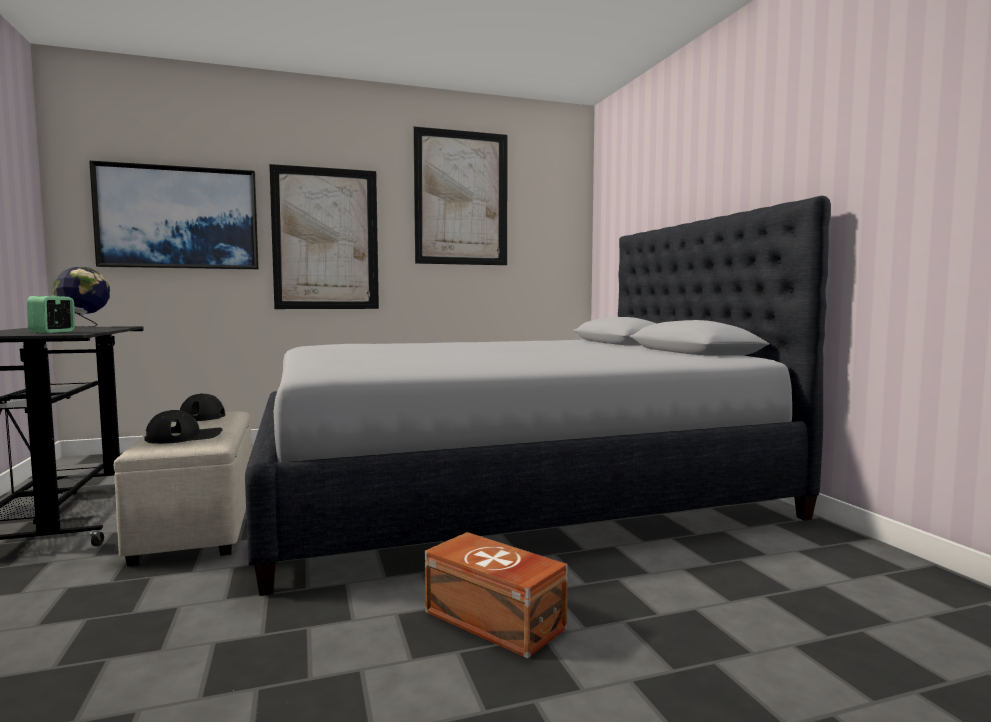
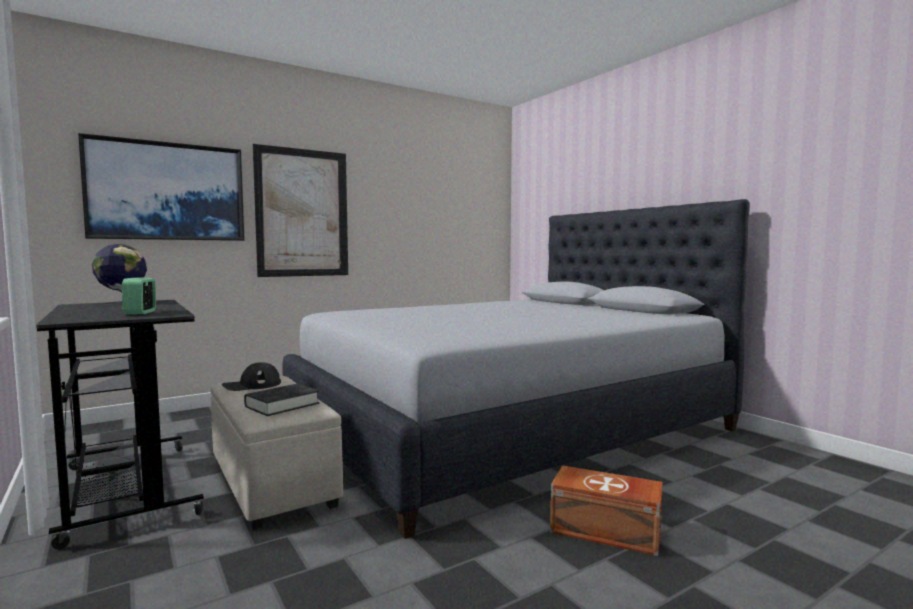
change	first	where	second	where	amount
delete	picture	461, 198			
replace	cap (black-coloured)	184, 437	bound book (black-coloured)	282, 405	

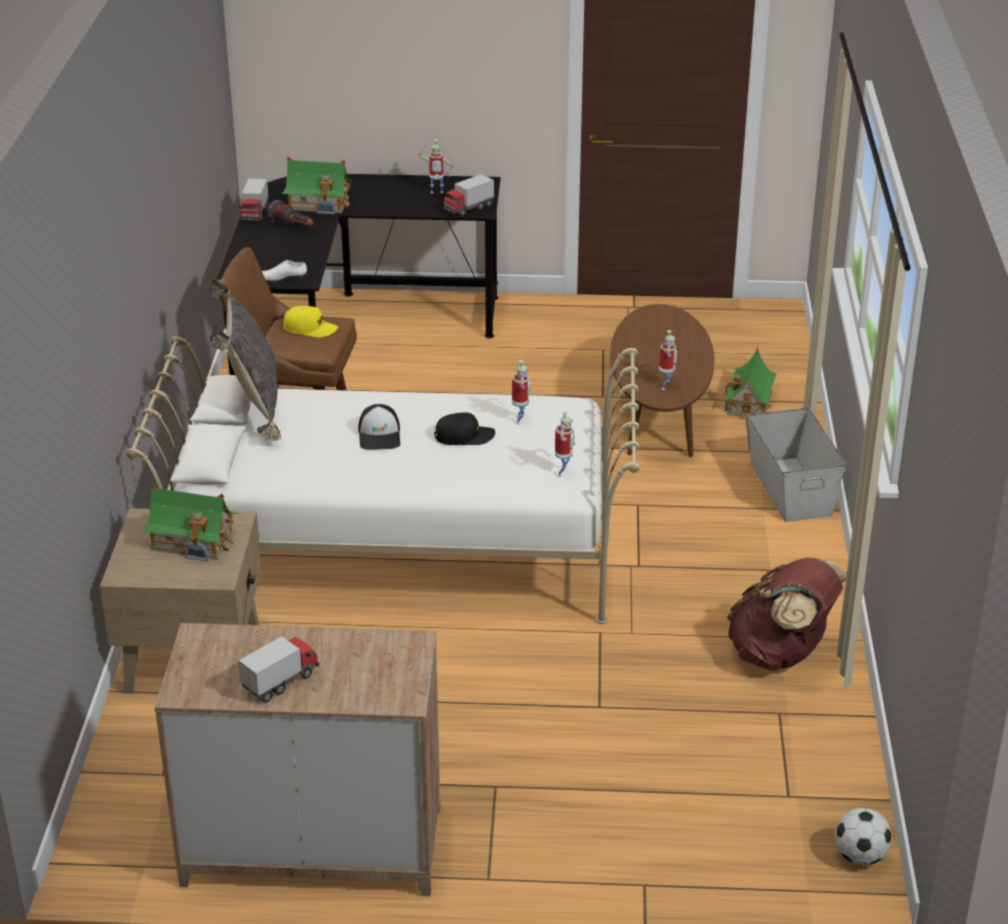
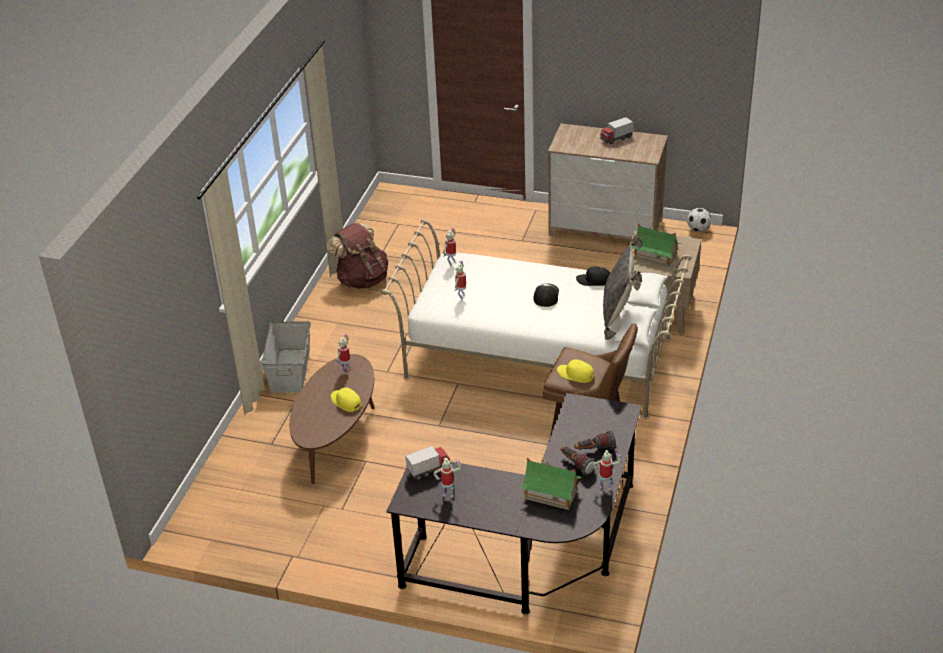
change	first	where	second	where	amount
replace	toy truck	255, 214	robot figure	605, 487	
delete	low shoe (white-coloured)	281, 277			
delete	miniature house	749, 403			
move	cap (black-coloured)	464, 436		594, 280	
move	football	859, 857		698, 229	
insert			cap (yellowish)	346, 402	
insert			flashlight	594, 449	

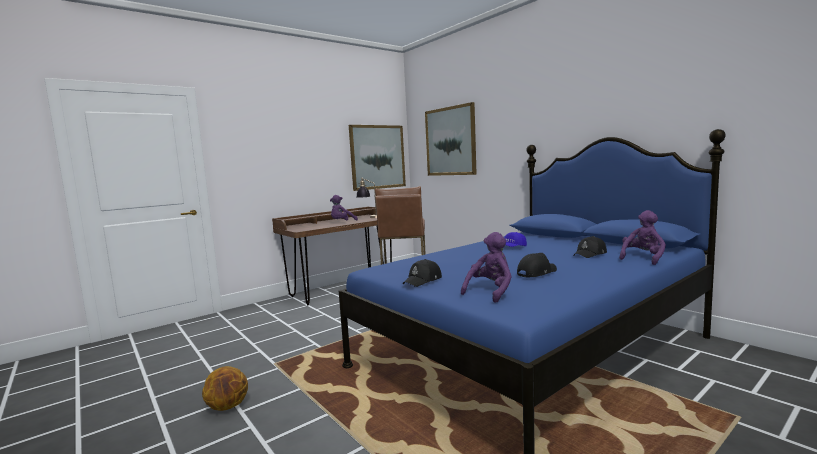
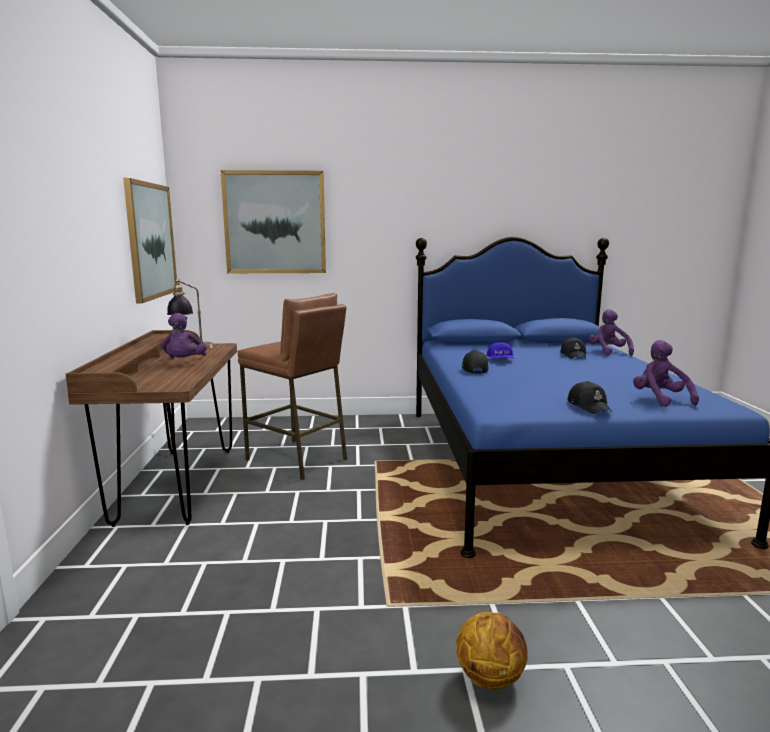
change	first	where	second	where	amount
move	cap (black-coloured)	536, 273		474, 369	

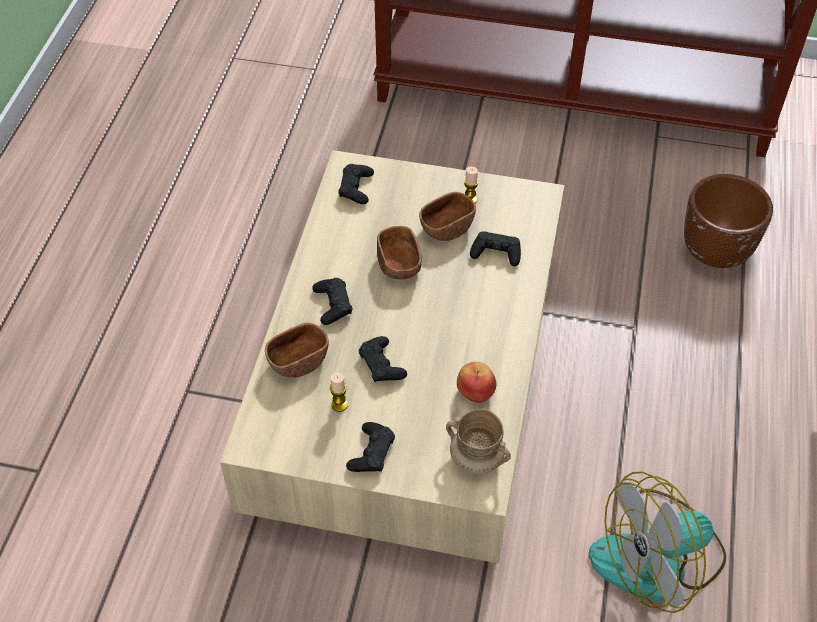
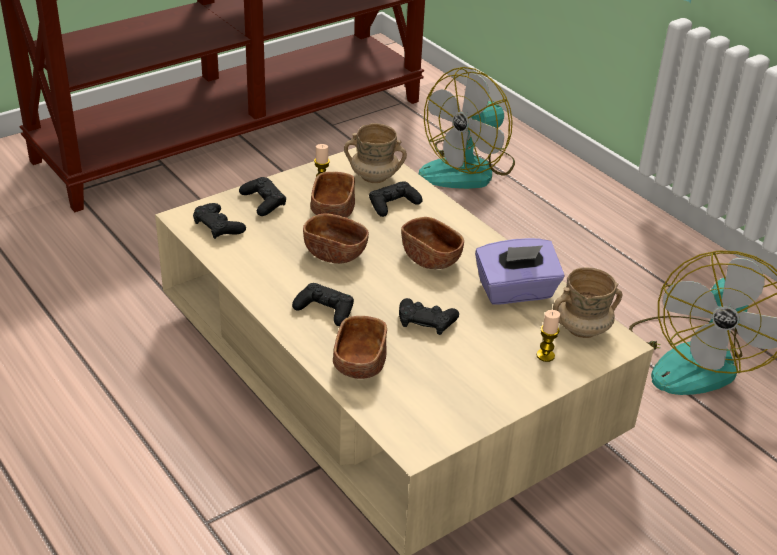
change	first	where	second	where	amount
replace	planter (brown)	715, 253	electric fan	469, 169	
replace	apple fruit	476, 391	tissue box (purplish)	516, 291	
move	wax light	339, 404		545, 355	
move	game controller (black-coloured)	371, 452		263, 202	
insert			mug (beige)	374, 177	
insert			serving bowl (brown)	430, 258	

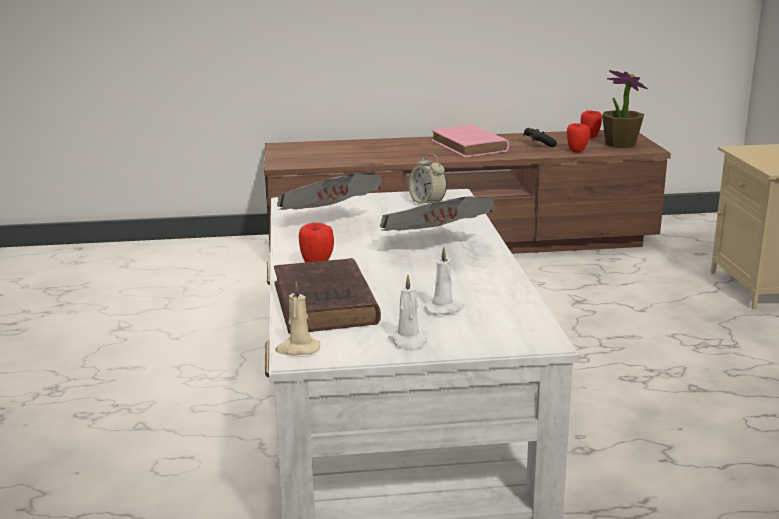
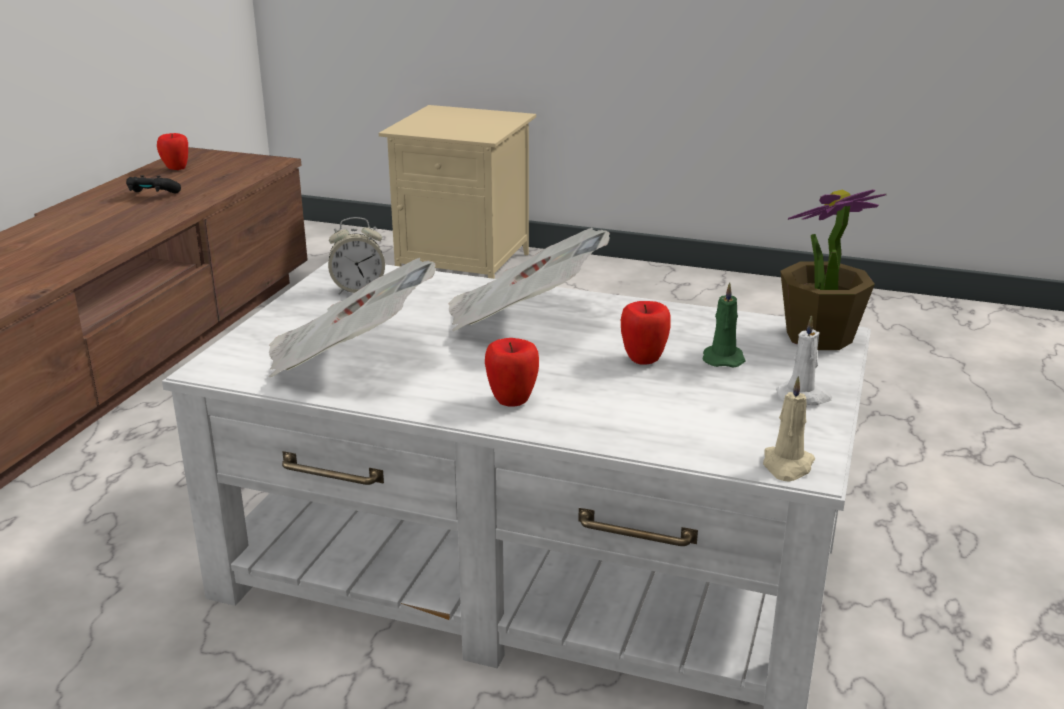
change	first	where	second	where	amount
move	potted plant	620, 144		818, 337	
move	apple fruit	577, 151		643, 359	
delete	bound book (pink)	470, 147			
recolor	wax light (white-coloured)	445, 309	wax light (green-coloured)	722, 358	
delete	bound book (brown)	325, 305			

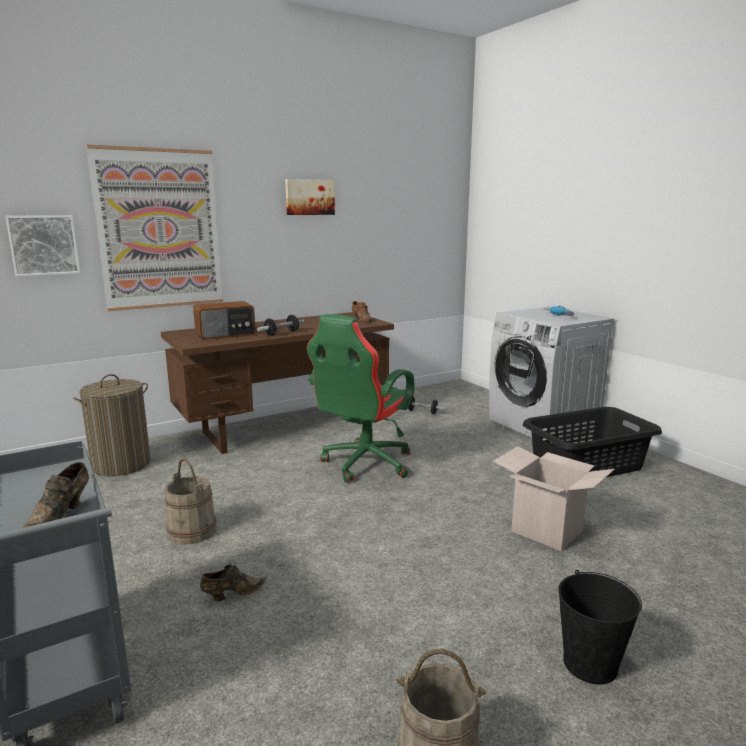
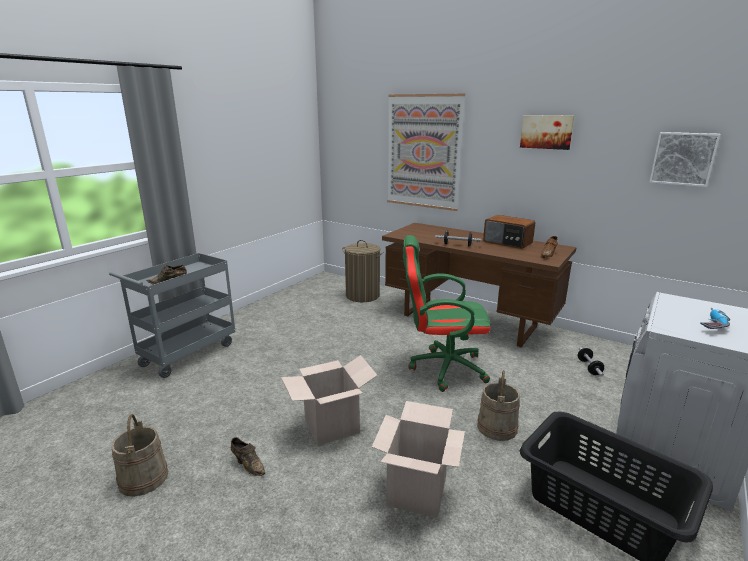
change	first	where	second	where	amount
move	picture	44, 245		683, 158	
move	radio set	226, 334		507, 242	
move	water bucket (beige)	192, 531		497, 427	
move	low shoe (brown)	232, 594		248, 465	
delete	water bucket (black-coloured)	589, 664			
insert			carton	331, 426	

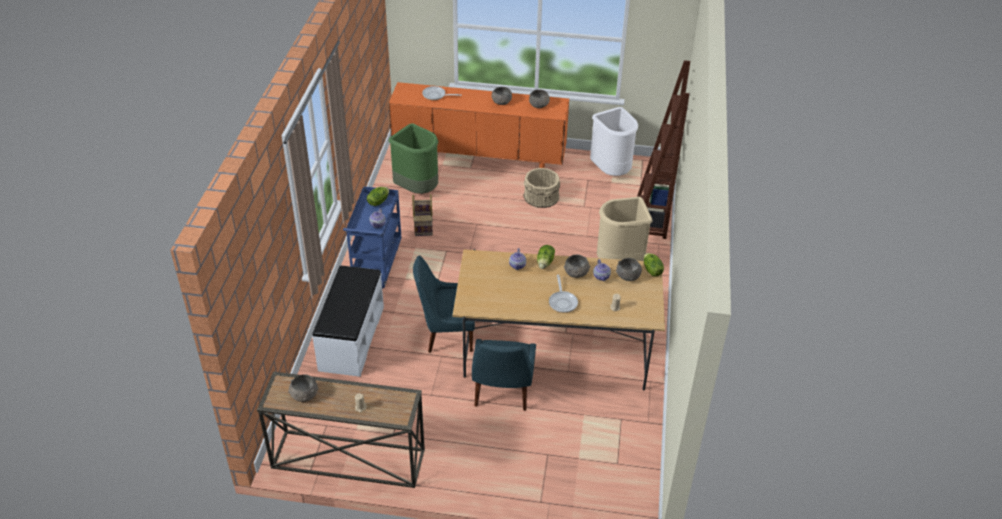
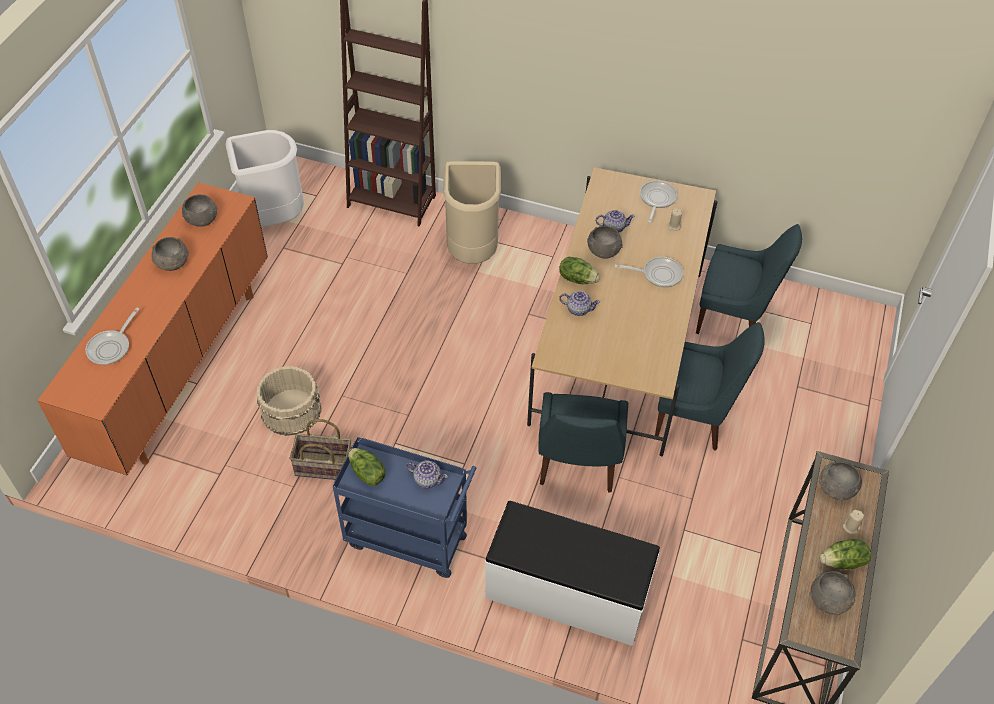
change	first	where	second	where	amount
delete	waste bin (green-coloured)	417, 189			
move	water bucket (beige)	541, 196		291, 410	
move	head of lettuce	651, 270		843, 562	
move	serving bowl (gray)	628, 276		836, 488	
insert			skillet	656, 200	
insert			plain chair (blue-coloured)	734, 318	

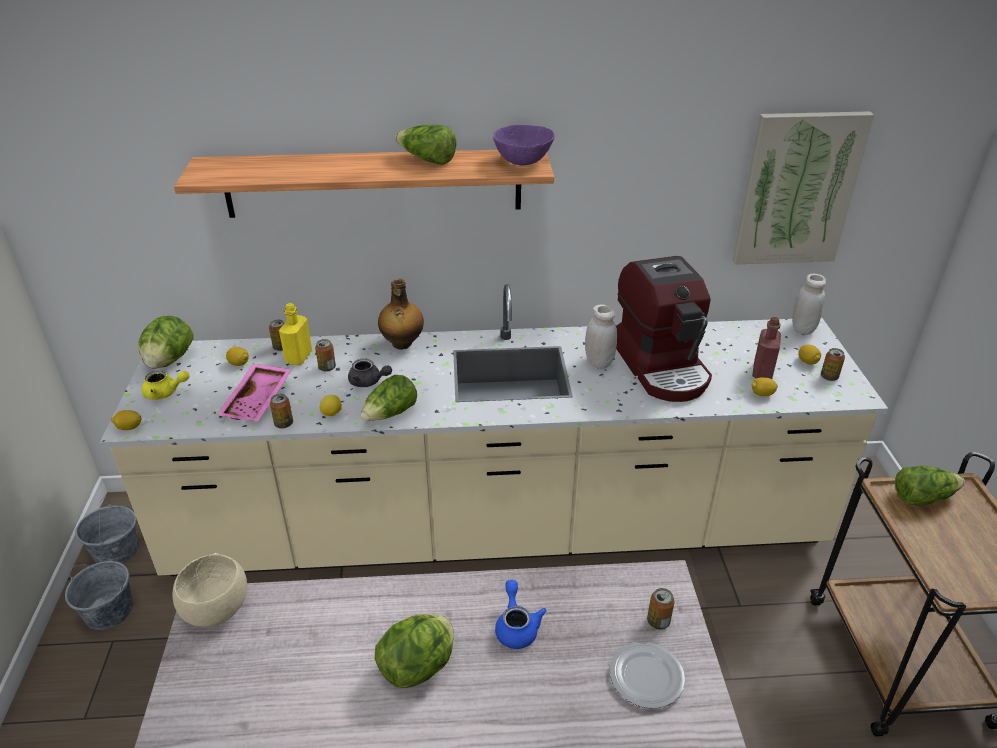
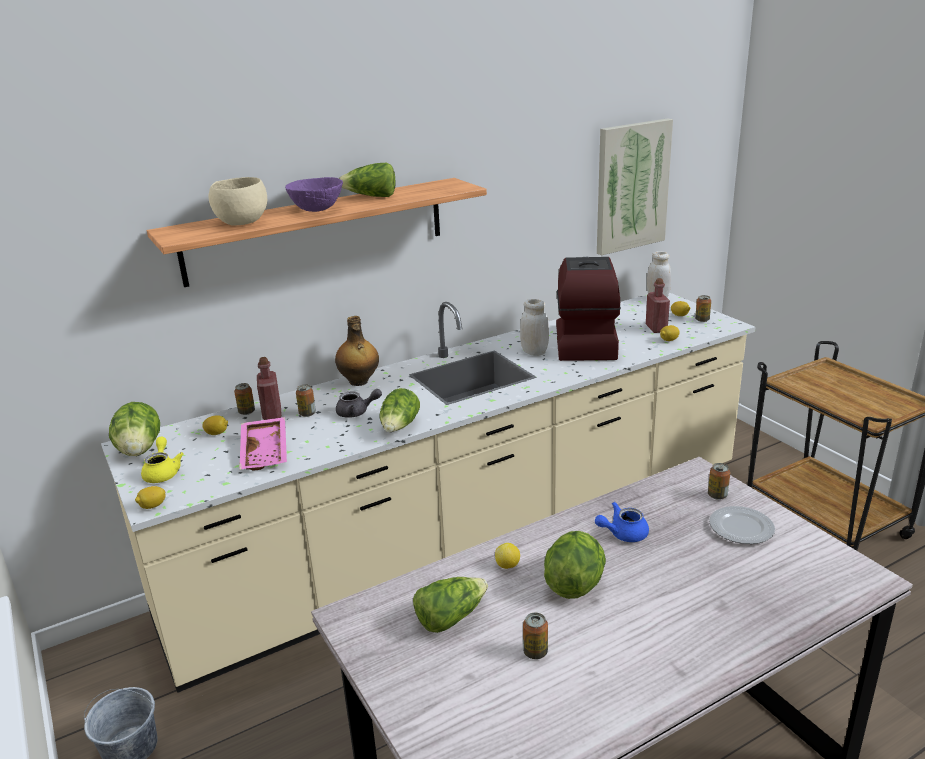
change	first	where	second	where	amount
move	serving bowl (purplish)	523, 161		317, 209	
rotate	coffee brewer	662, 366		584, 343	135 degrees counterclockwise
recolor	drink bottle (yellowish)	299, 357	drink bottle (red)	272, 414	
rotate	pot for tea (yellowish)	165, 393		163, 472	75 degrees counterclockwise
move	can	284, 424		535, 652	
move	lemon	332, 414		508, 566	
move	head of lettuce	922, 497		450, 617	
delete	water bucket (gray)	117, 551			
move	serving bowl (beige)	216, 611		242, 223	
rotate	pot for tea (blue-coloured)	516, 627		623, 534	75 degrees counterclockwise

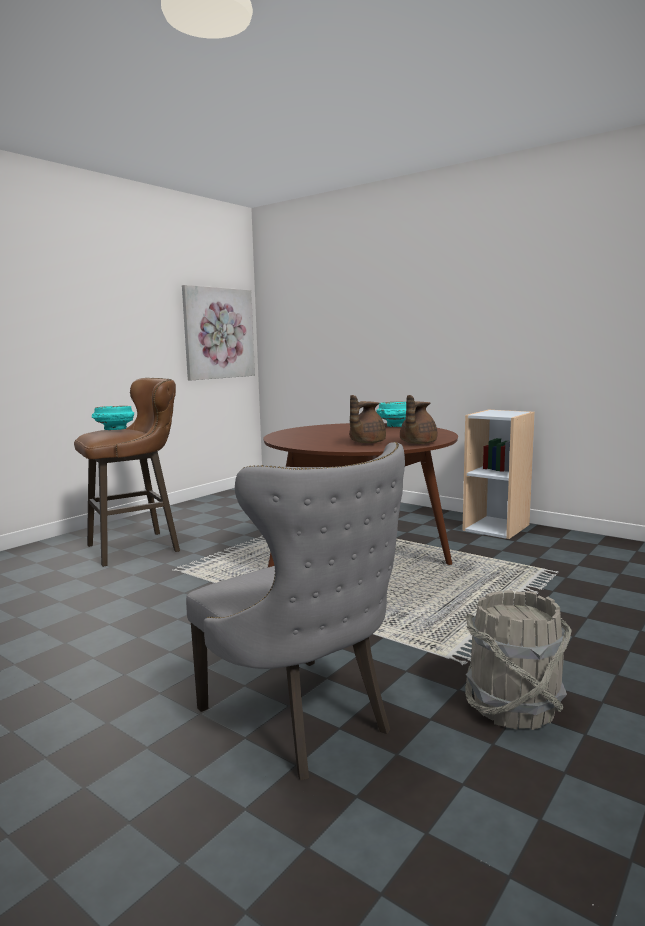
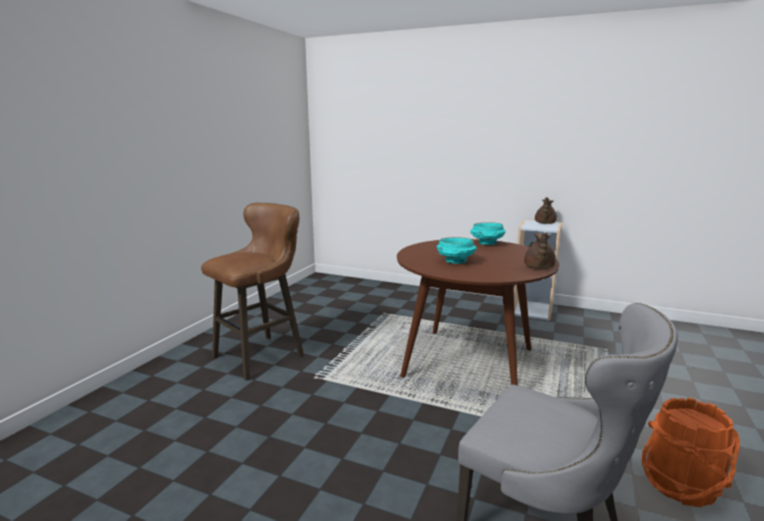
change	first	where	second	where	amount
delete	picture	219, 333			
move	pot for tea (brown)	366, 442		544, 223	
move	serving bowl (turquoise)	114, 429		455, 262	
recolor	water bucket (gray)	513, 707	water bucket (orange)	681, 485	

